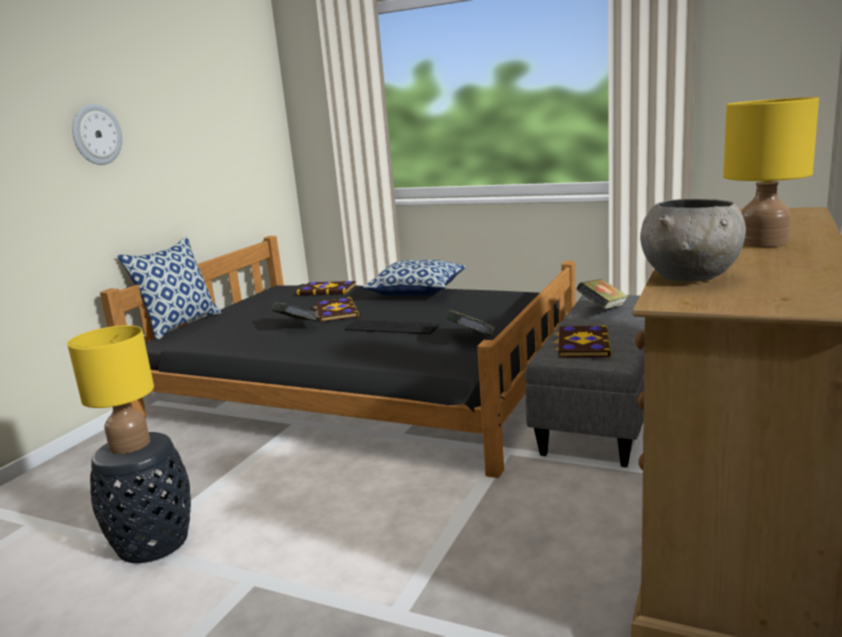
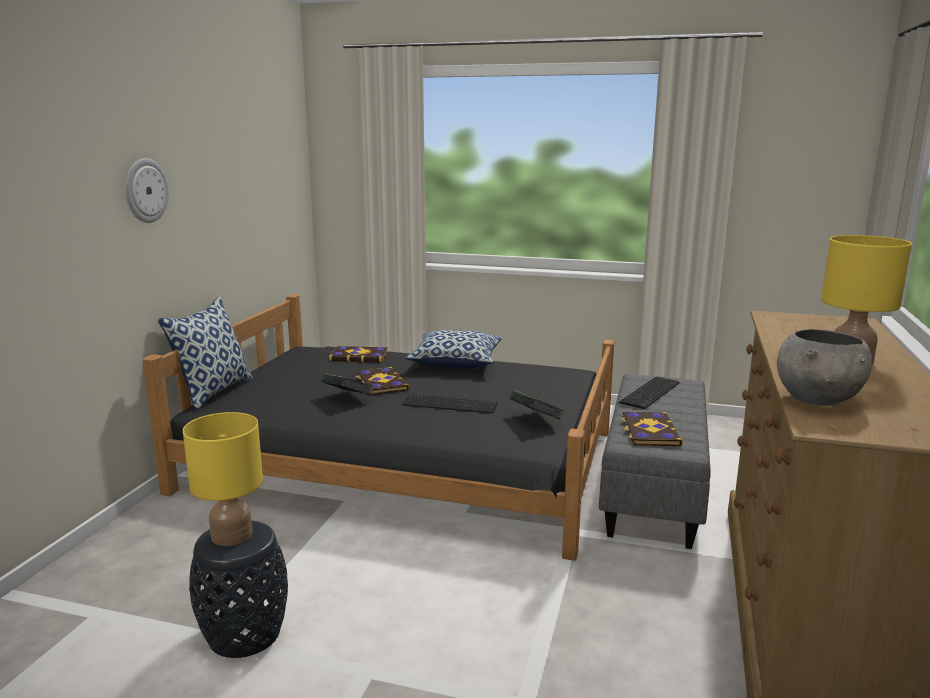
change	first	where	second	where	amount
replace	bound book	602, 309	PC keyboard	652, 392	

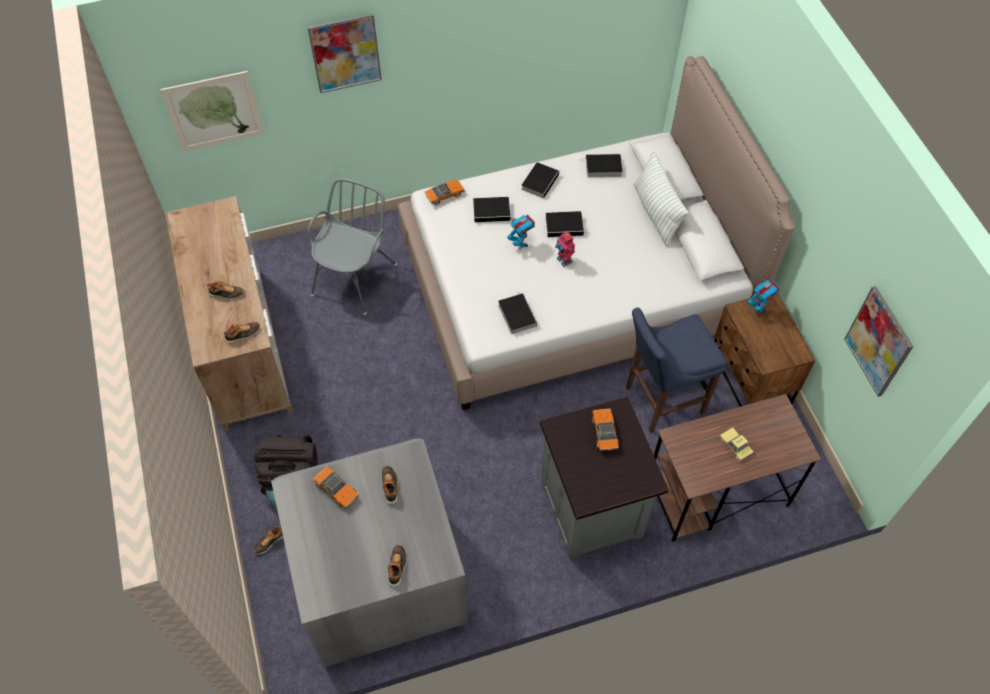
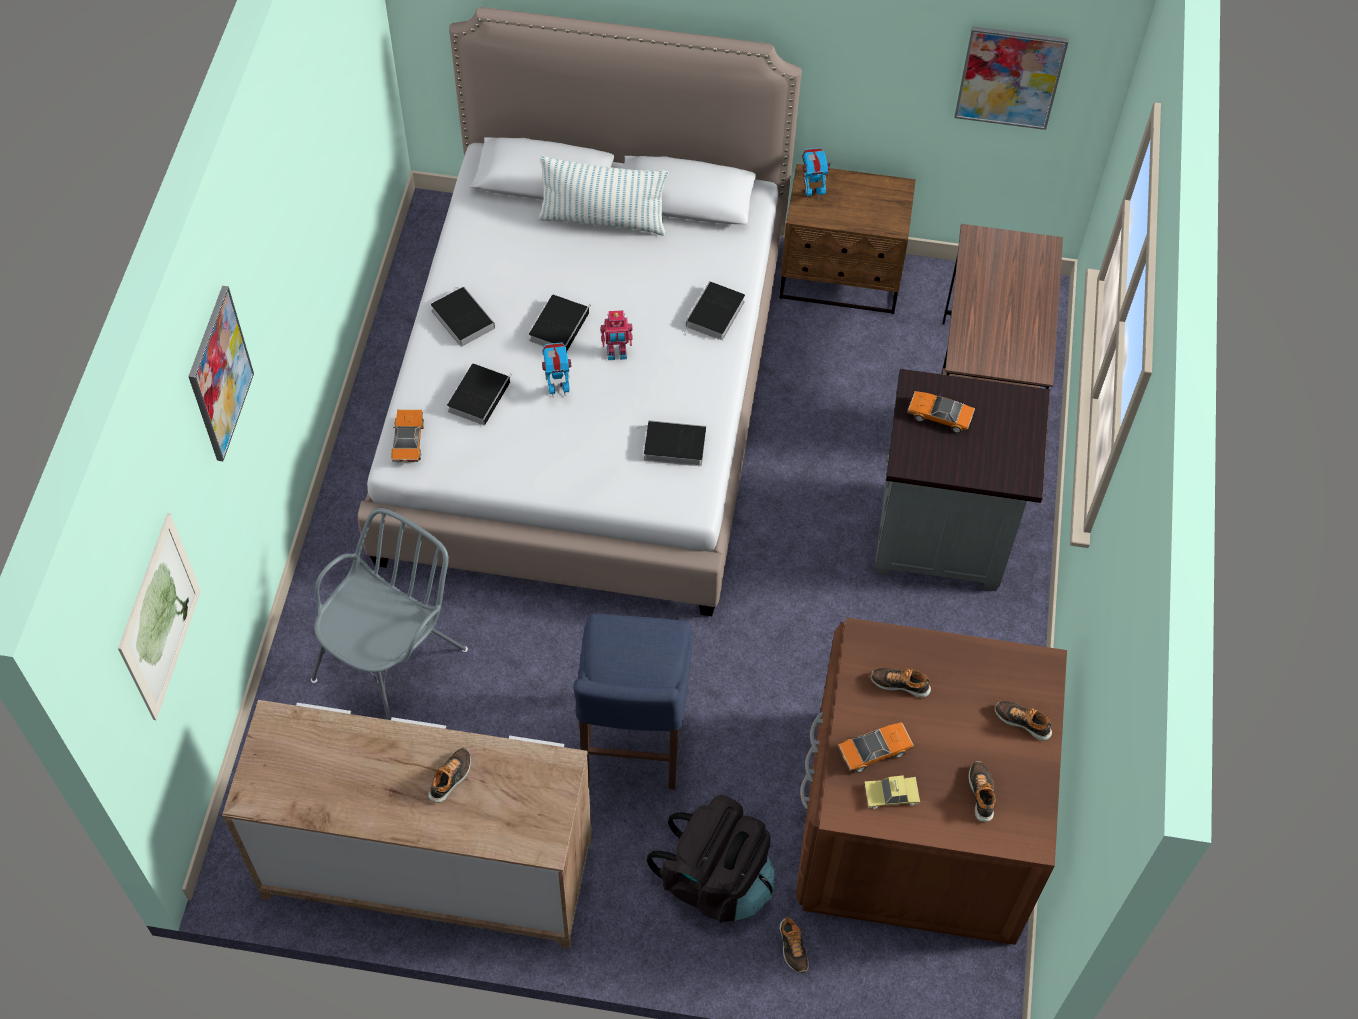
change	first	where	second	where	amount
move	bound book	602, 167		715, 315	
rotate	plain chair (gray)	355, 276		393, 659	75 degrees clockwise
move	stool seat (blue-coloured)	660, 401		632, 747	
move	low shoe	242, 334		982, 794	
move	toy car	735, 445		891, 794	
recolor	drawer chest (gray)	379, 576	drawer chest (brown)	915, 824	

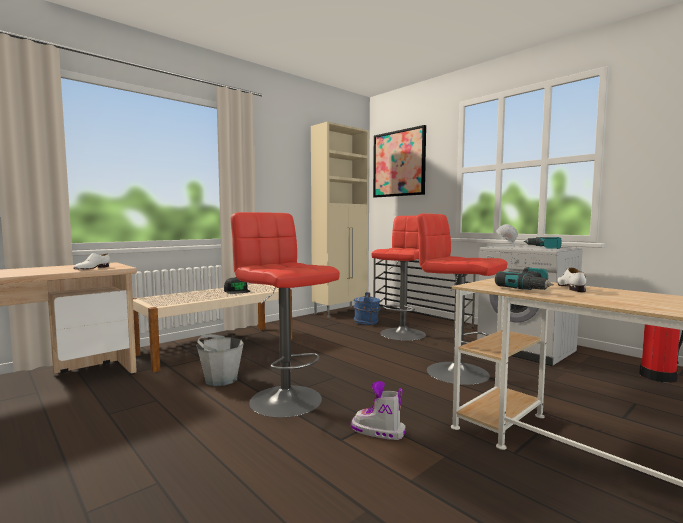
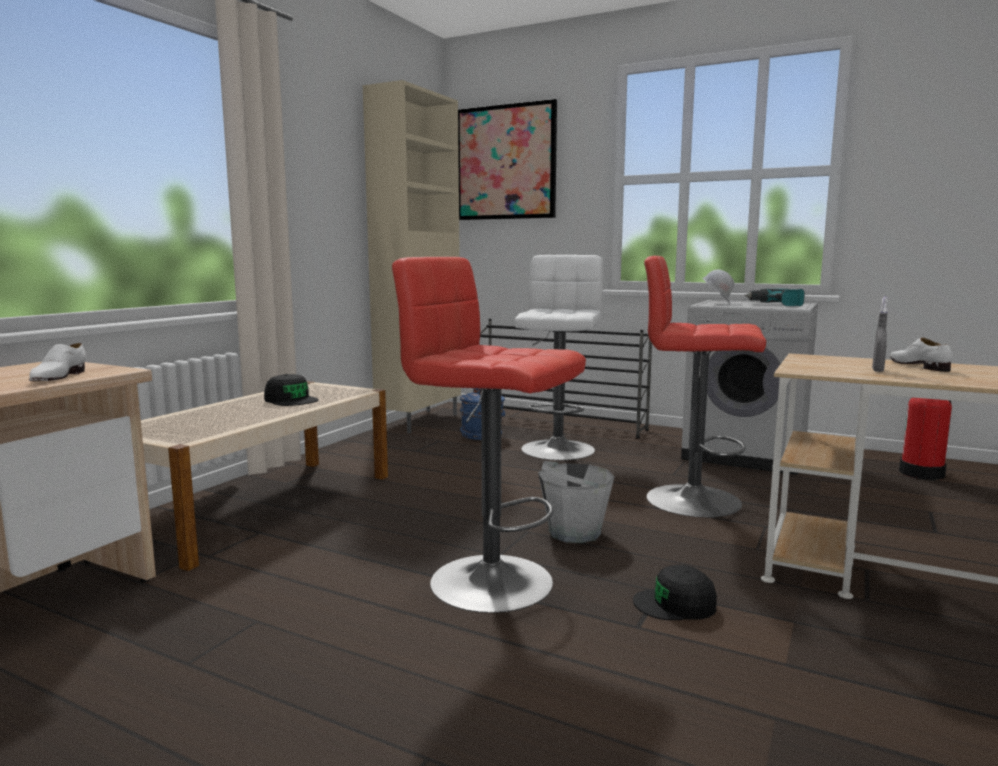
change	first	where	second	where	amount
recolor	stool seat (red)	403, 334	stool seat (white-coloured)	558, 450	
replace	power drill	530, 288	sprayer (gray)	877, 370	
move	water bucket (gray)	220, 379		574, 532	
replace	high-top boot	377, 431	cap (black-coloured)	675, 604	

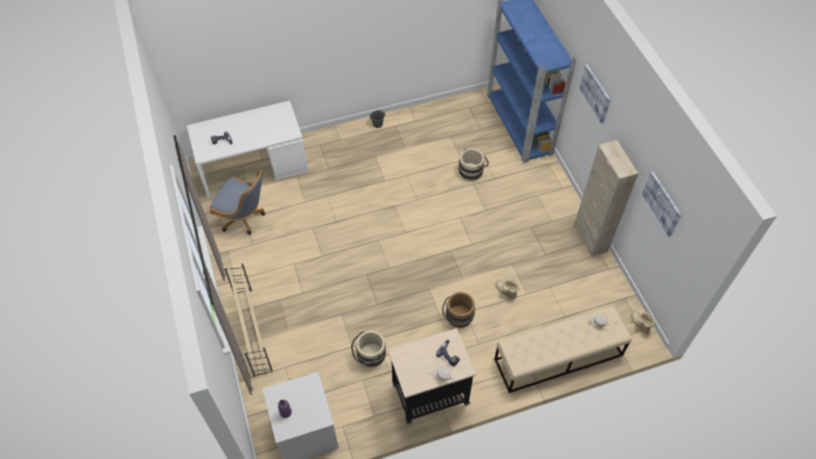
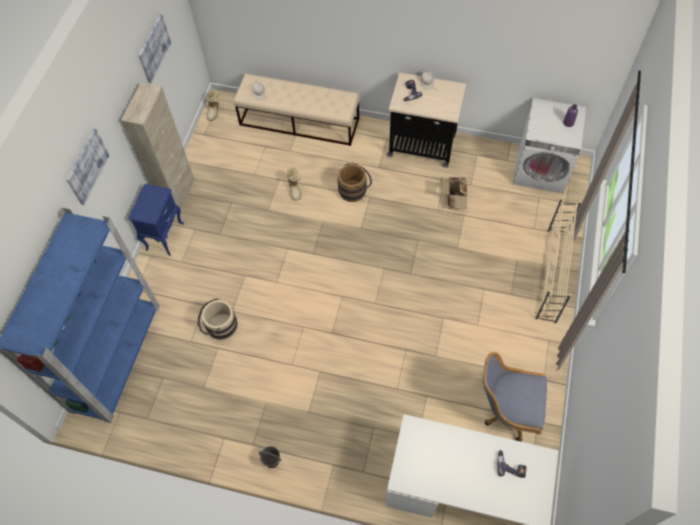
change	first	where	second	where	amount
rotate	desk chair (blue-coloured)	245, 219		506, 411	45 degrees counterclockwise
replace	water bucket (beige)	369, 357	carton	454, 199	
insert			nightstand (blue-coloured)	165, 236	

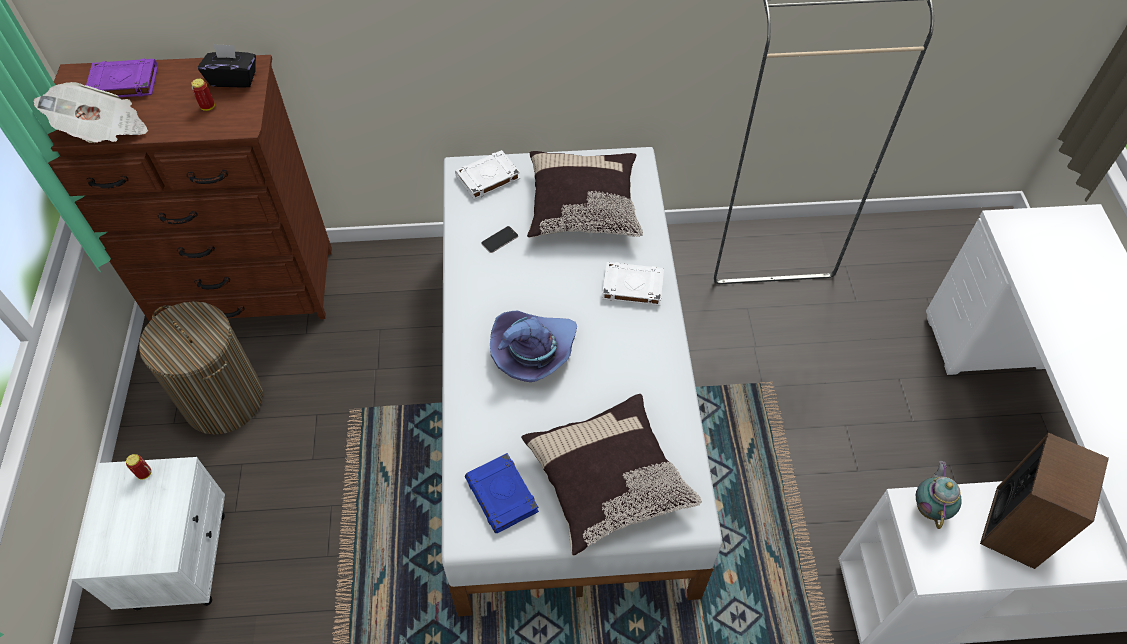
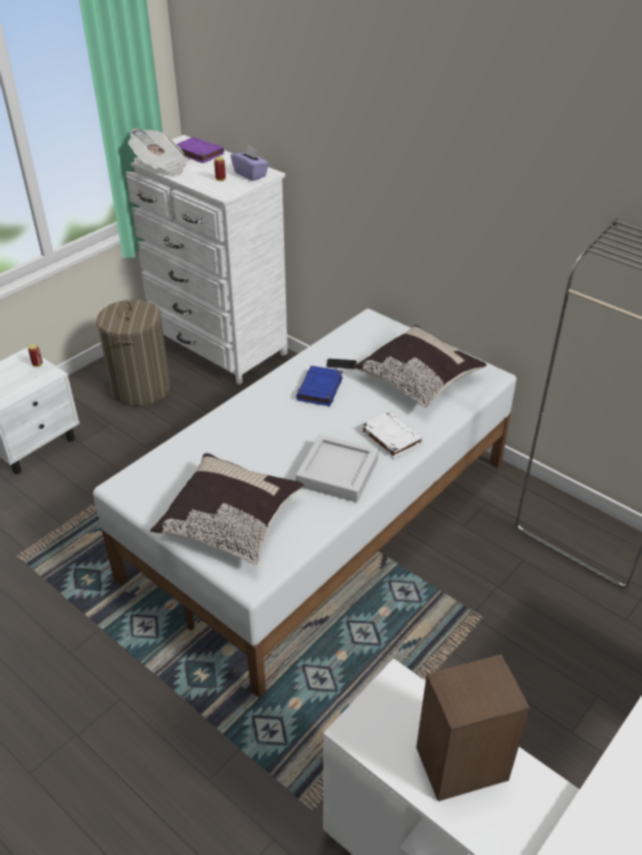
change	first	where	second	where	amount
recolor	tissue box (black-coloured)	234, 79	tissue box (purplish)	250, 174	
recolor	drawer chest (brown)	245, 290	drawer chest (white-coloured)	217, 345	
delete	bound book (white-coloured)	487, 178			
delete	wearable hat (purplish)	533, 352			
move	bound book (blue-coloured)	502, 496		320, 389	
delete	pot for tea	930, 507			
insert			tray (gray)	337, 473	

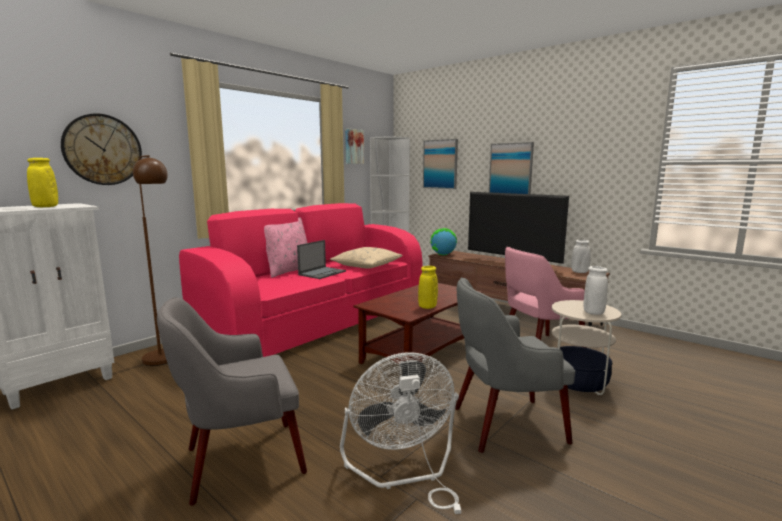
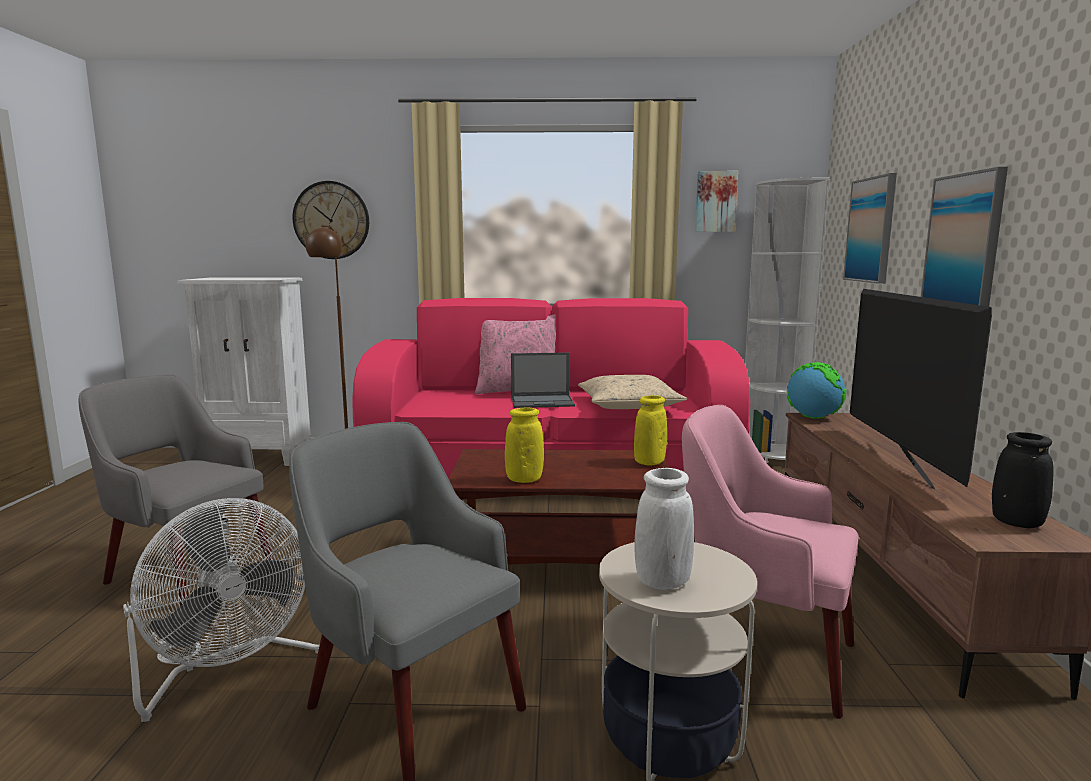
change	first	where	second	where	amount
move	vase (yellowish)	45, 207		649, 462	
recolor	vase (white-coloured)	579, 272	vase (black-coloured)	1016, 523	
rotate	electric fan (white-coloured)	409, 471		223, 670	105 degrees clockwise

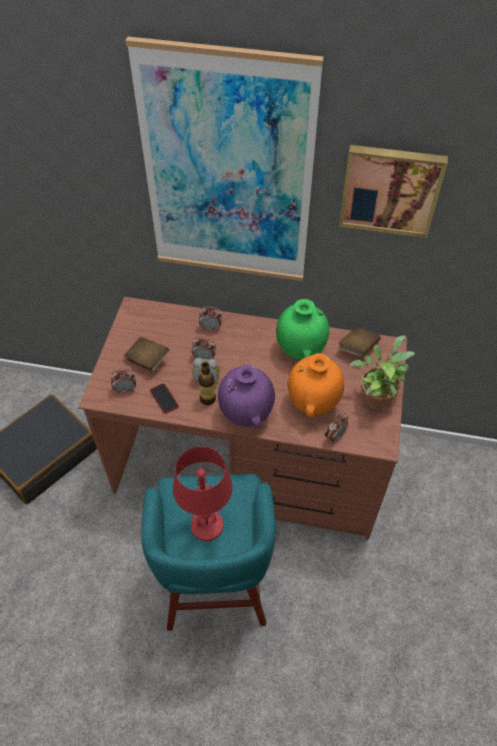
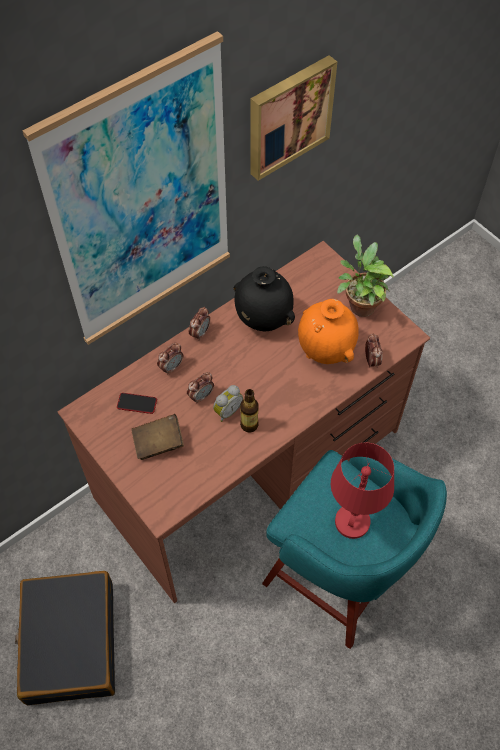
change	first	where	second	where	amount
recolor	vase (green-coloured)	300, 349	vase (black-coloured)	262, 319	
delete	bound book (brown)	357, 348			
delete	vase (purplish)	246, 414			
move	table clock	125, 389		200, 333	
move	handset	164, 399		137, 403	

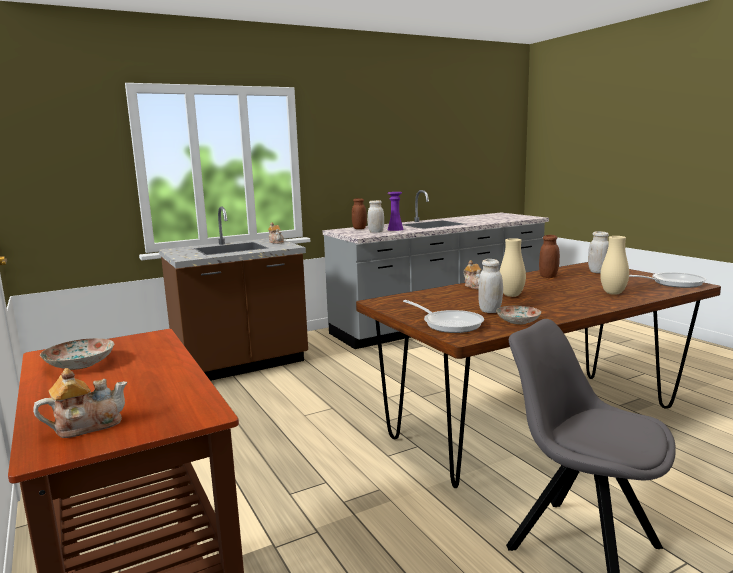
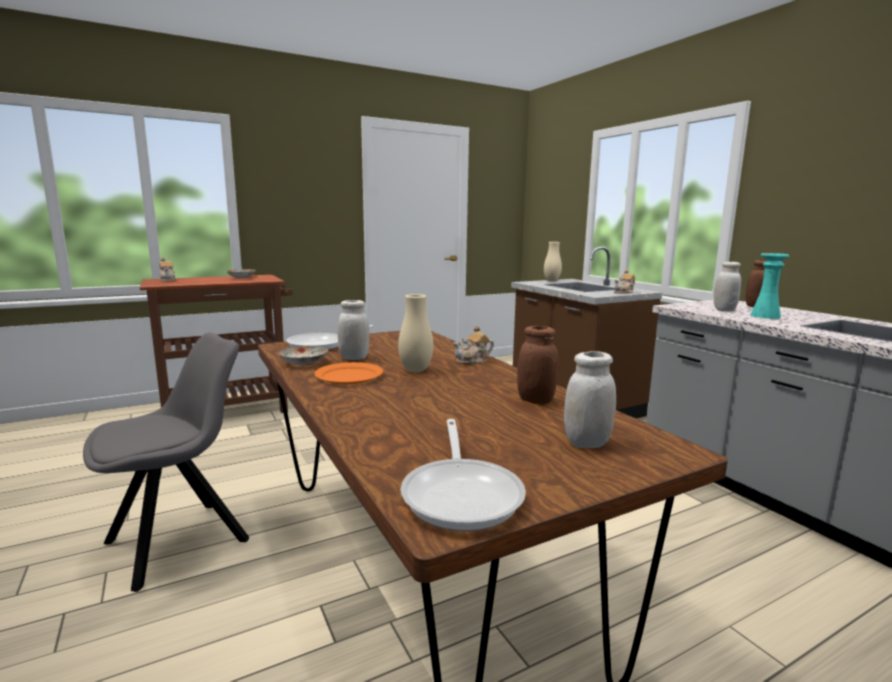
change	first	where	second	where	amount
recolor	vase (purplish)	395, 229	vase (turquoise)	765, 316	
move	vase (beige)	613, 293		551, 281	
insert			plate (orange)	349, 376	

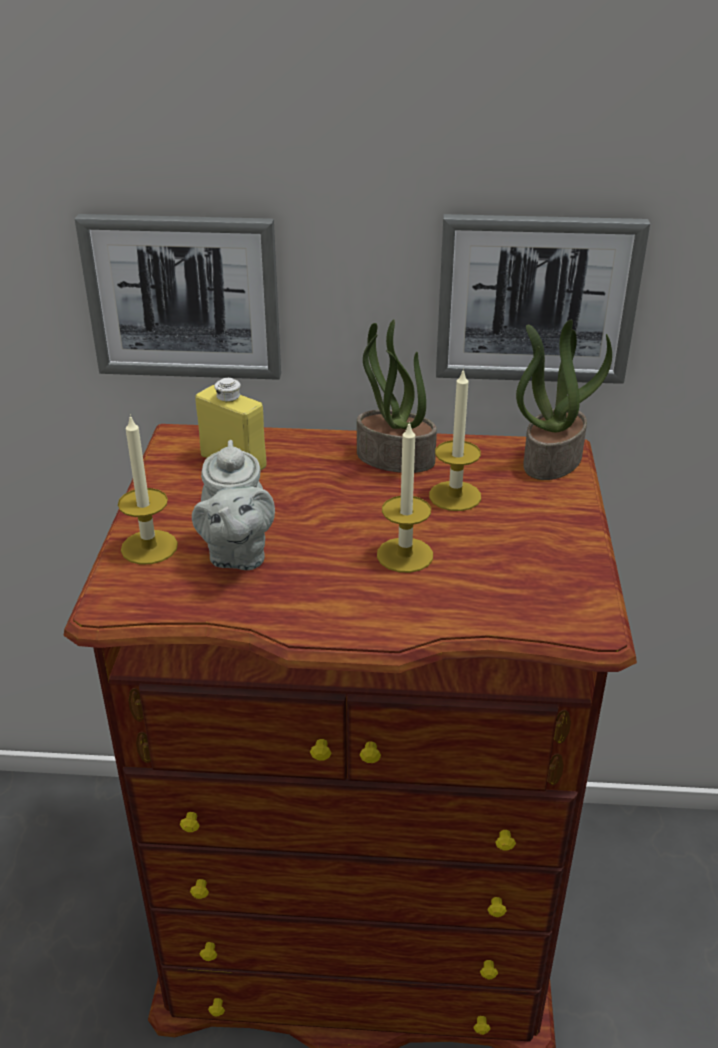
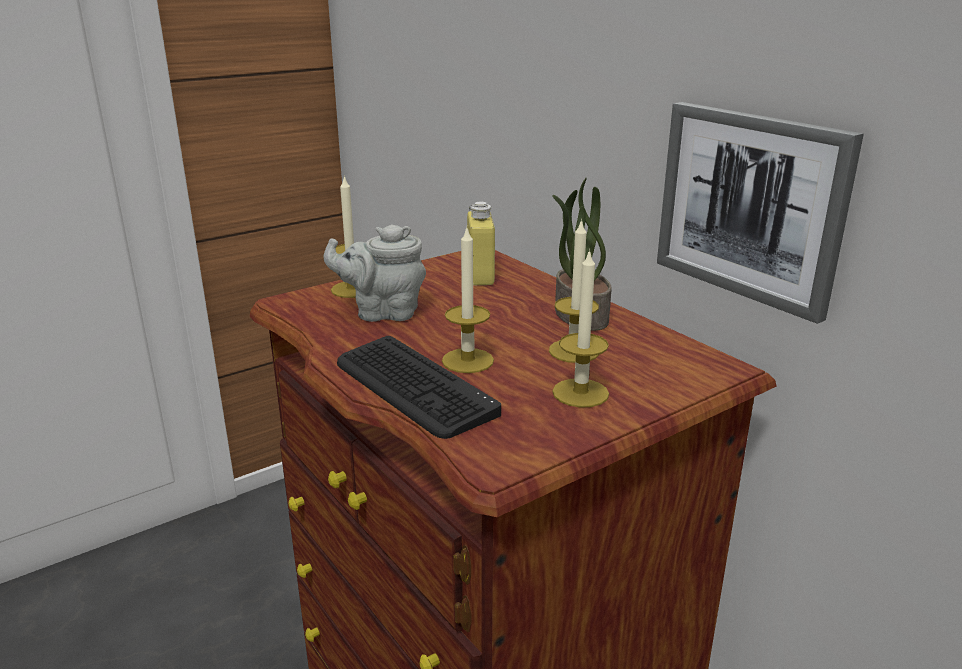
change	first	where	second	where	amount
delete	picture	183, 297			
delete	potted plant	552, 459			
rotate	pot for tea (gray)	236, 554		383, 312	45 degrees clockwise
insert			wax light	580, 393	
insert			PC keyboard	413, 387	

